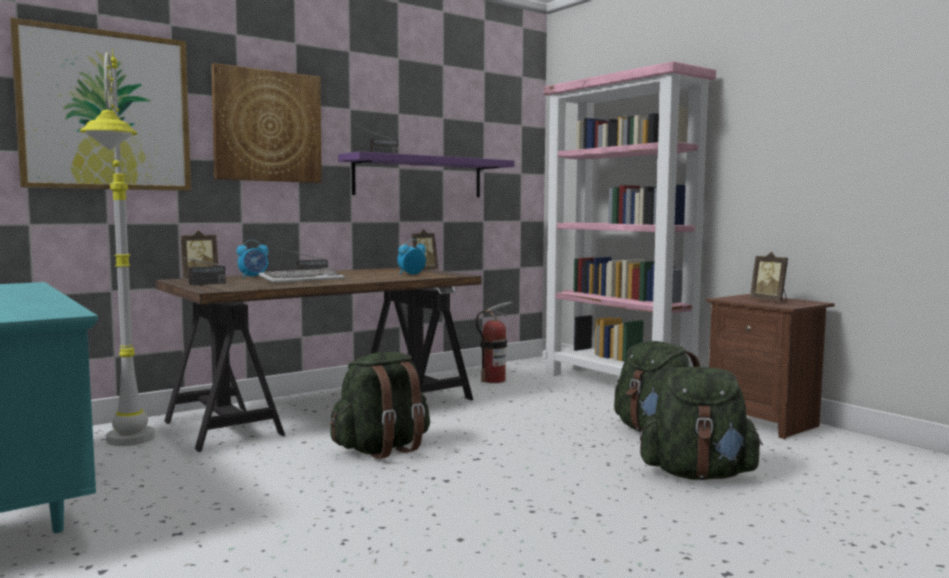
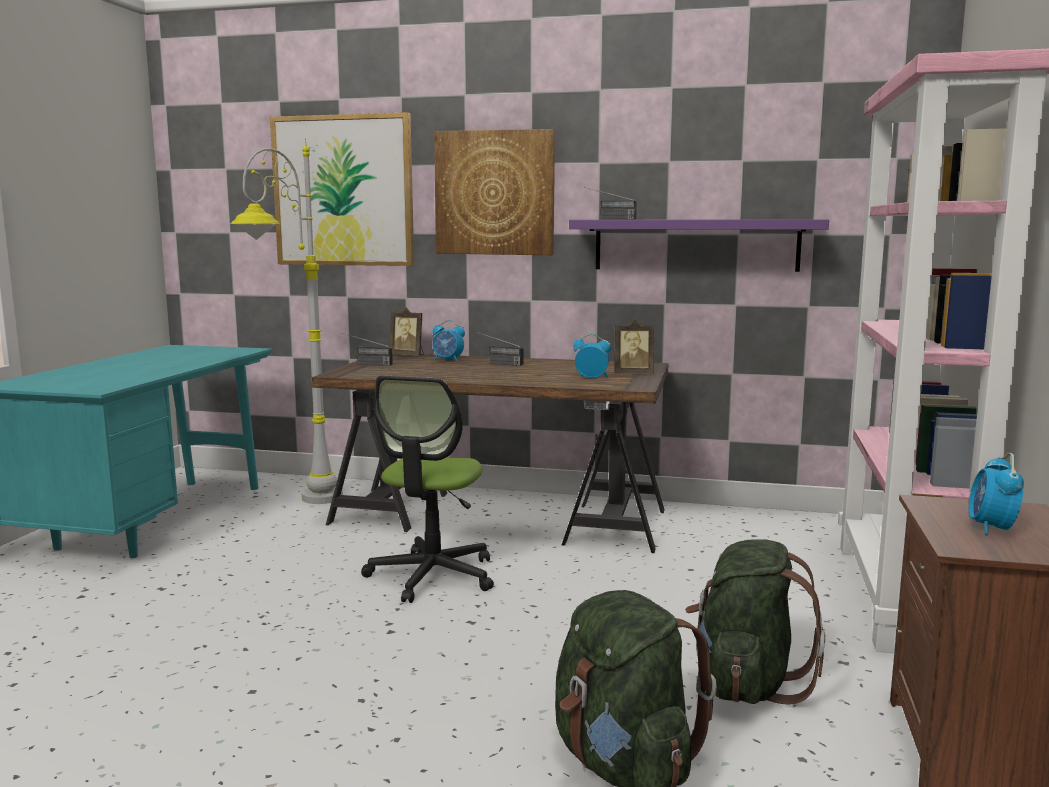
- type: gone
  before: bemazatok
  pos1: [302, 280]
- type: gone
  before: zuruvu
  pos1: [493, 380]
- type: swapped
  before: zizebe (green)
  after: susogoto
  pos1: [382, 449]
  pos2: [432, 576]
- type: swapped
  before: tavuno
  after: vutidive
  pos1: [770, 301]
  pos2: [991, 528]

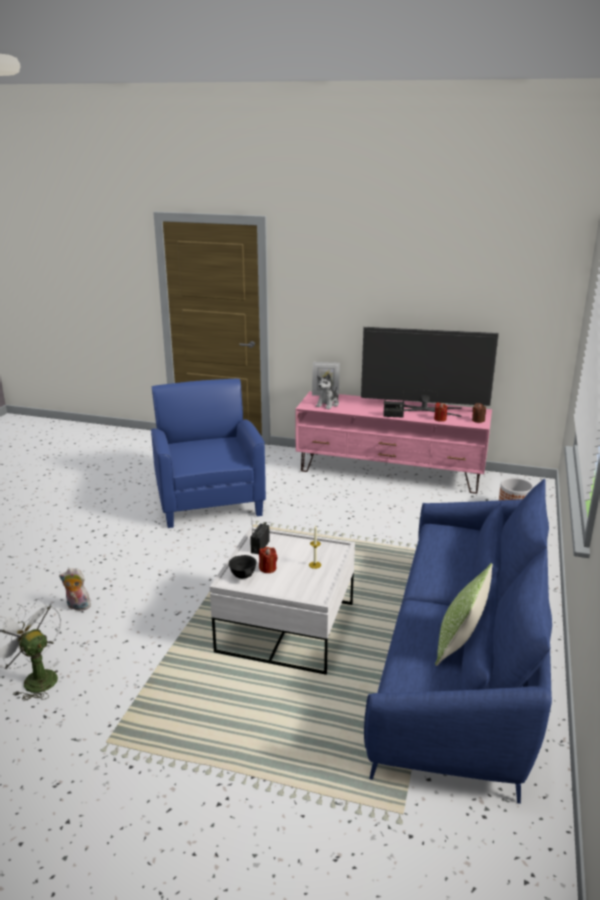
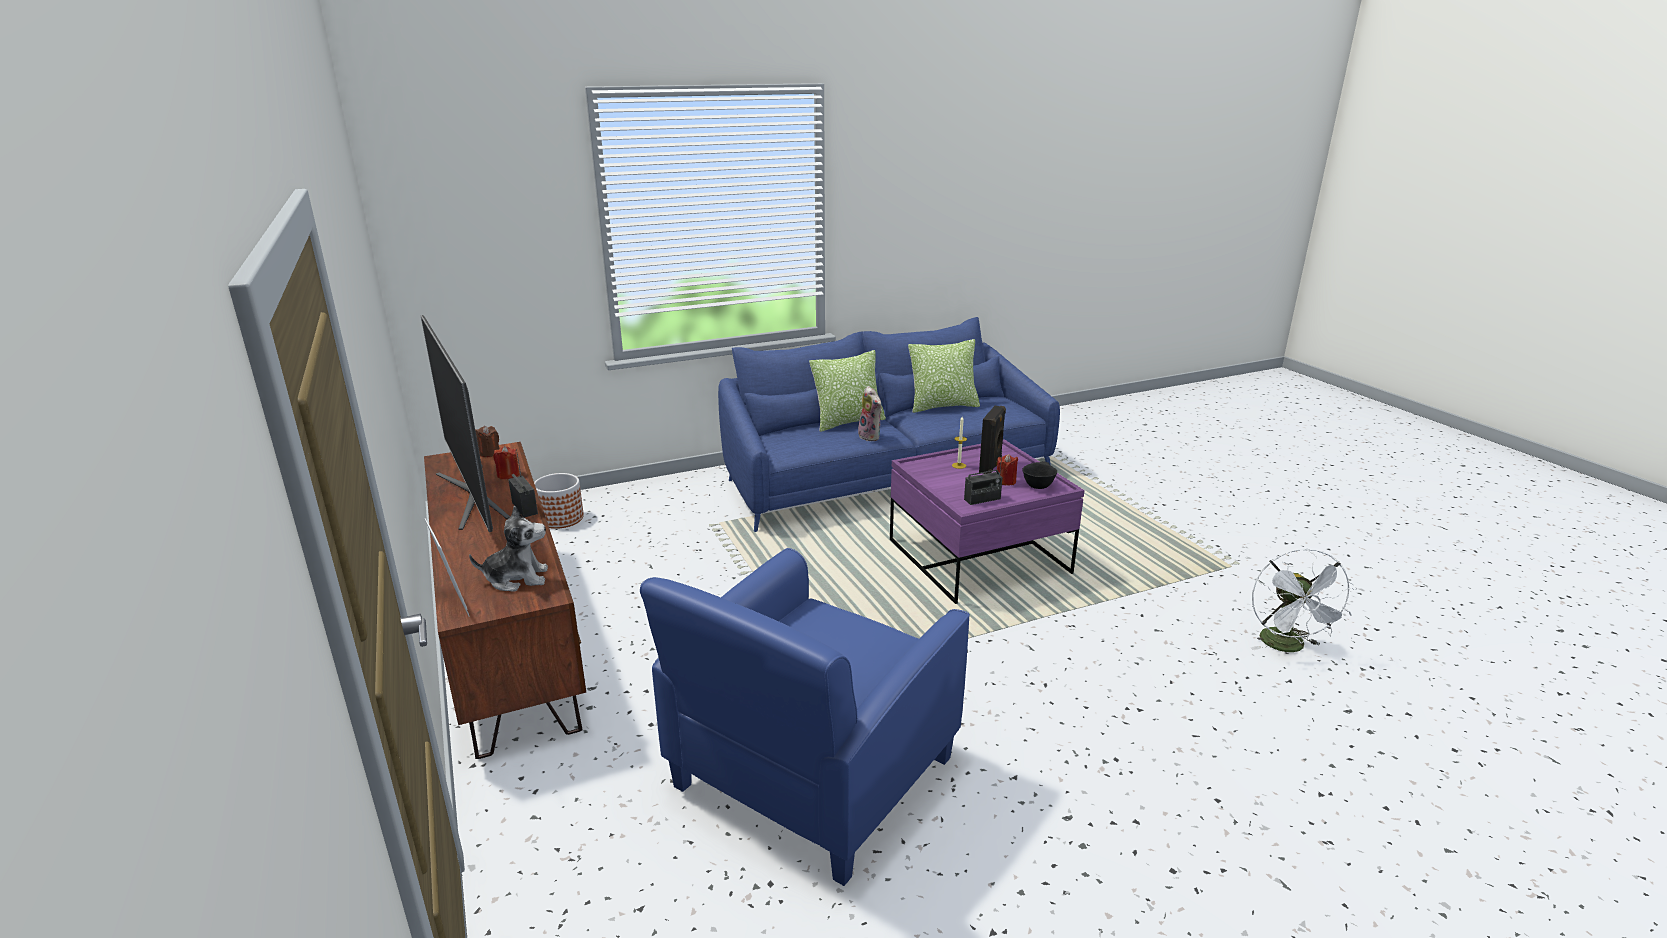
- type: new
  after: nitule
  pos2: [848, 422]
- type: new
  after: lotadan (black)
  pos2: [991, 466]
- type: shifted
  before: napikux
  pos1: [77, 607]
  pos2: [871, 436]
- type: repainted
  before: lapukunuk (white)
  after: lapukunuk (purple)
  pos1: [286, 627]
  pos2: [978, 556]
- type: repainted
  before: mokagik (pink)
  after: mokagik (brown)
  pos1: [390, 472]
  pos2: [509, 635]

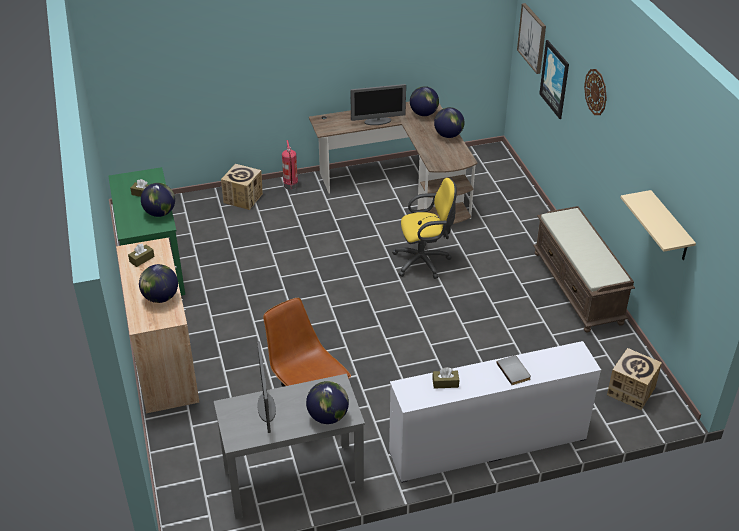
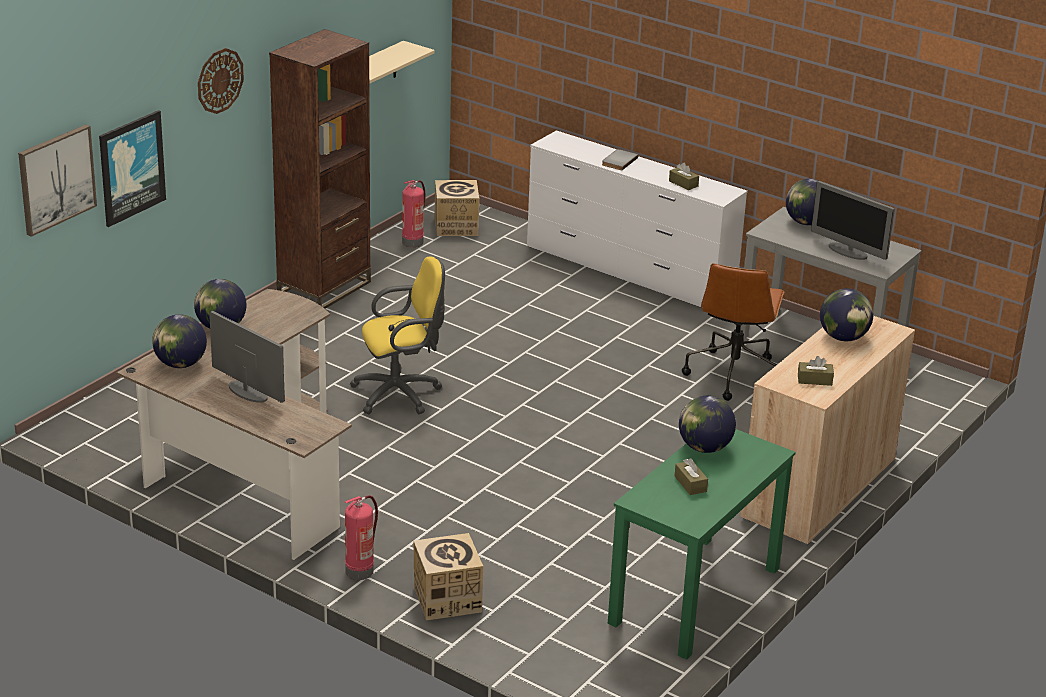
- type: new
  after: zuruvu
  pos2: [413, 241]
- type: swapped
  before: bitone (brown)
  after: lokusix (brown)
  pos1: [578, 288]
  pos2: [324, 288]
- type: rotated
  before: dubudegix
  pos1: [266, 408]
  pos2: [848, 252]
  turn: 90
- type: rotated
  before: susogoto (yellow)
  pos1: [424, 261]
  pos2: [401, 394]
  turn: 120

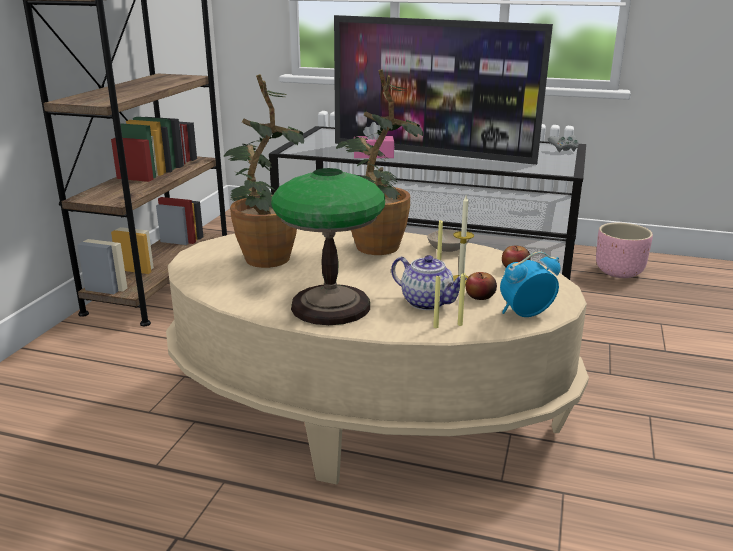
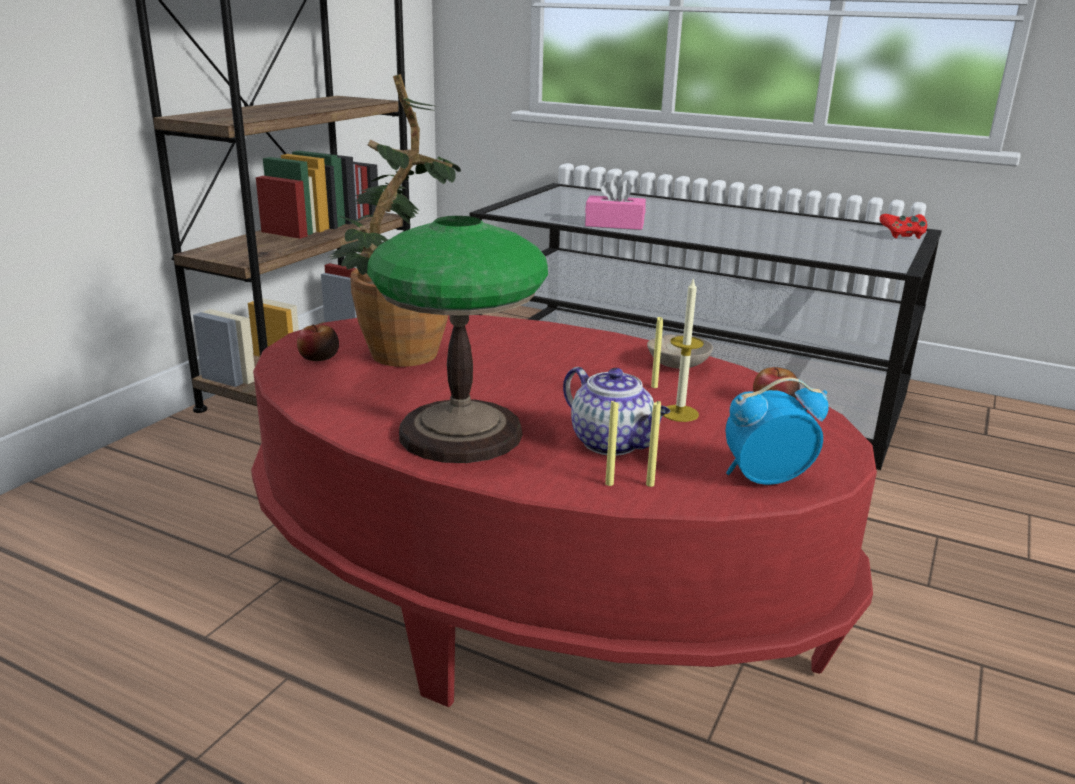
- type: gone
  before: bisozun
  pos1: [433, 153]
- type: gone
  before: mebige
  pos1: [375, 251]
- type: gone
  before: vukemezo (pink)
  pos1: [619, 272]
- type: shifted
  before: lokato
  pos1: [480, 297]
  pos2: [319, 358]
- type: repainted
  before: lapukunuk (beige)
  after: lapukunuk (red)
  pos1: [366, 407]
  pos2: [532, 589]
- type: repainted
  before: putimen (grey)
  after: putimen (red)
  pos1: [563, 150]
  pos2: [902, 236]

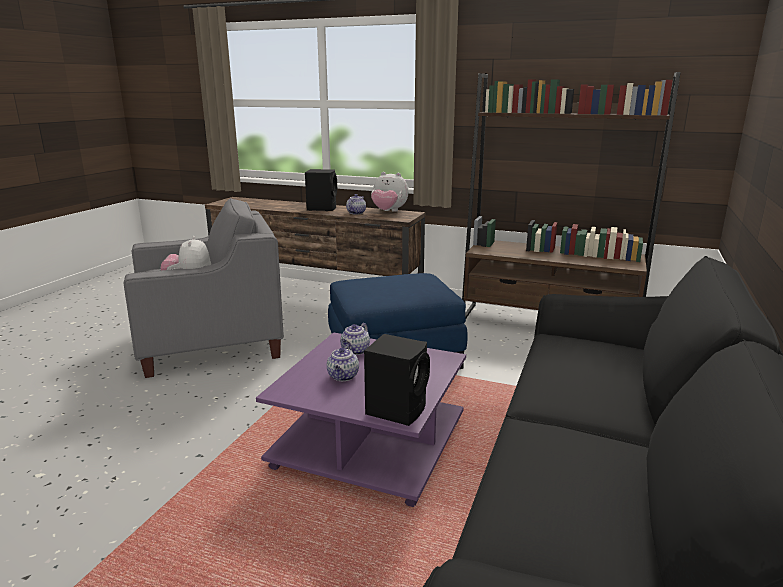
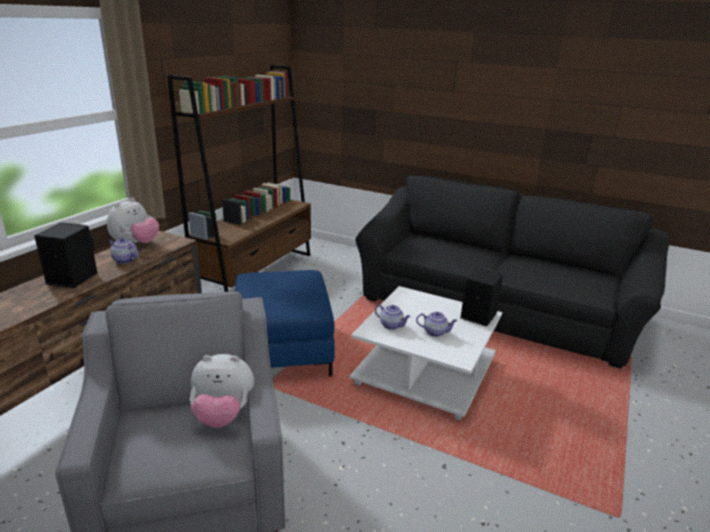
- type: repainted
  before: lapukunuk (purple)
  after: lapukunuk (white)
  pos1: [370, 445]
  pos2: [426, 372]

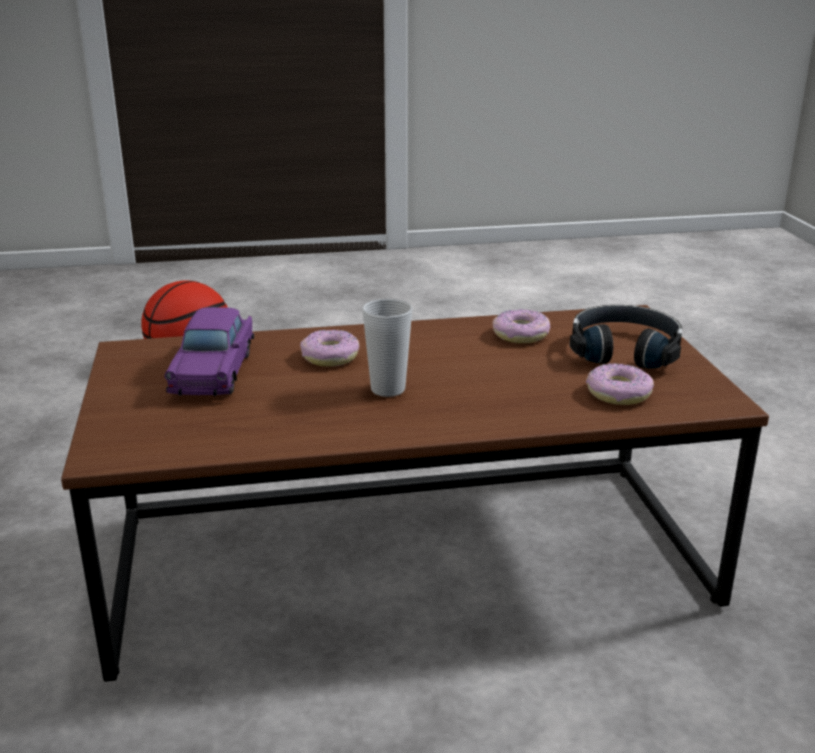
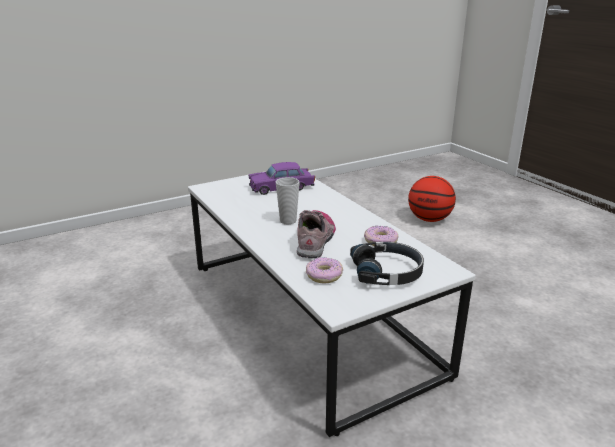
- type: gone
  before: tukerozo
  pos1: [330, 357]
- type: new
  after: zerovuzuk
  pos2: [315, 239]
- type: repainted
  before: lapukunuk (brown)
  after: lapukunuk (white)
  pos1: [407, 561]
  pos2: [307, 317]

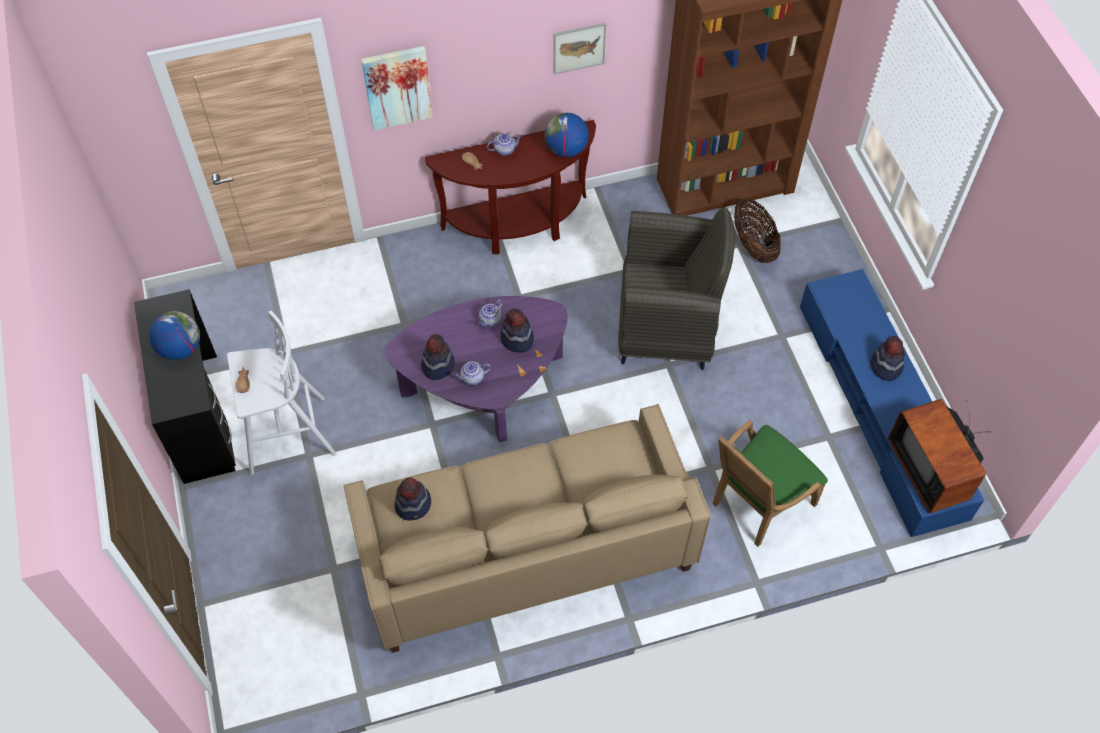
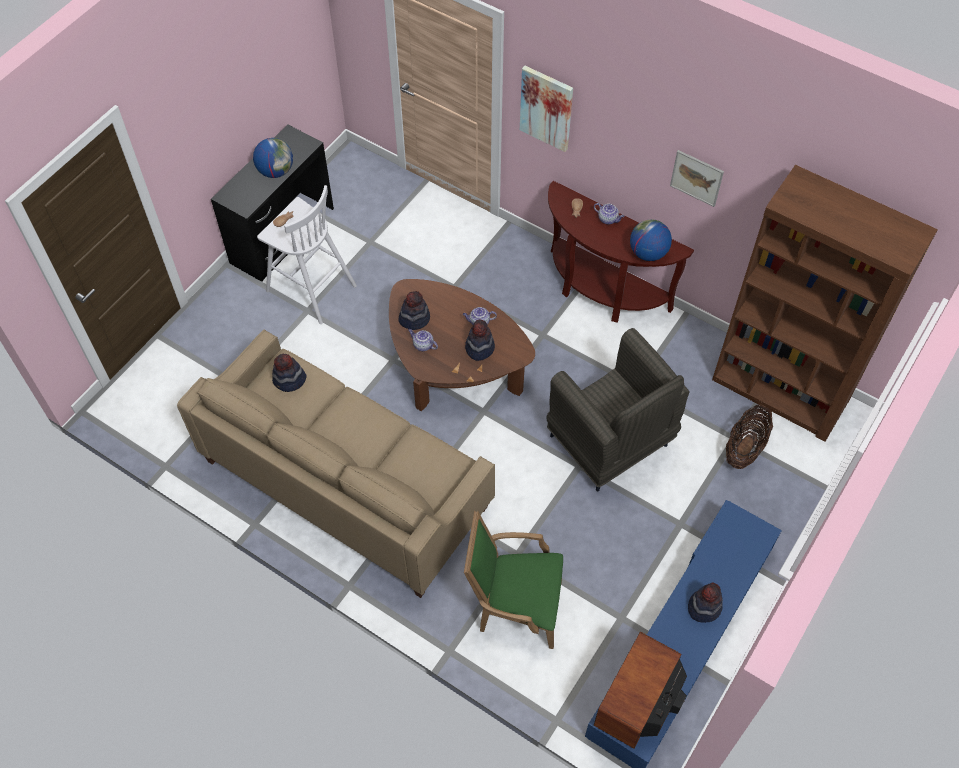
- type: repainted
  before: lapukunuk (purple)
  after: lapukunuk (brown)
  pos1: [484, 382]
  pos2: [454, 365]

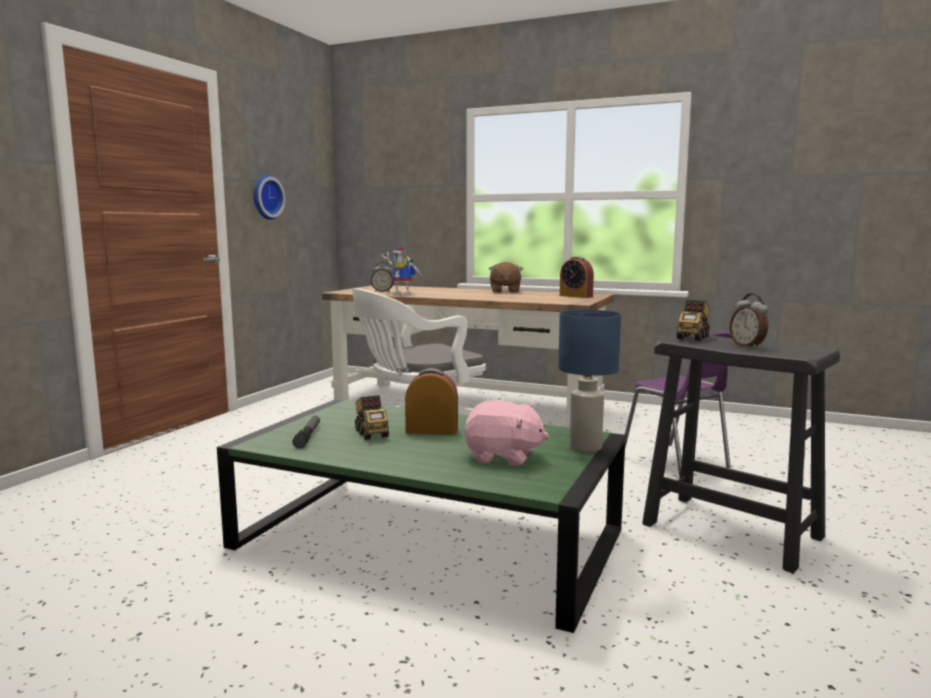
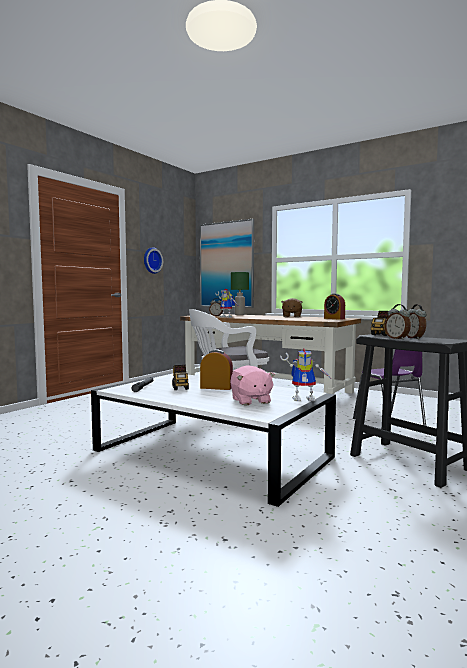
- type: new
  after: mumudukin
  pos2: [226, 265]
- type: new
  after: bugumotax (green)
  pos2: [240, 314]
- type: new
  after: vutidive
  pos2: [397, 339]
- type: swapped
  before: bugumotax (blue)
  after: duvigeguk
  pos1: [586, 447]
  pos2: [305, 399]
- type: repainted
  before: lapukunuk (green)
  after: lapukunuk (white)
  pos1: [426, 539]
  pos2: [209, 454]
- type: rotated
  before: napikux (pink)
  pos1: [503, 457]
  pos2: [250, 401]
  turn: 45

